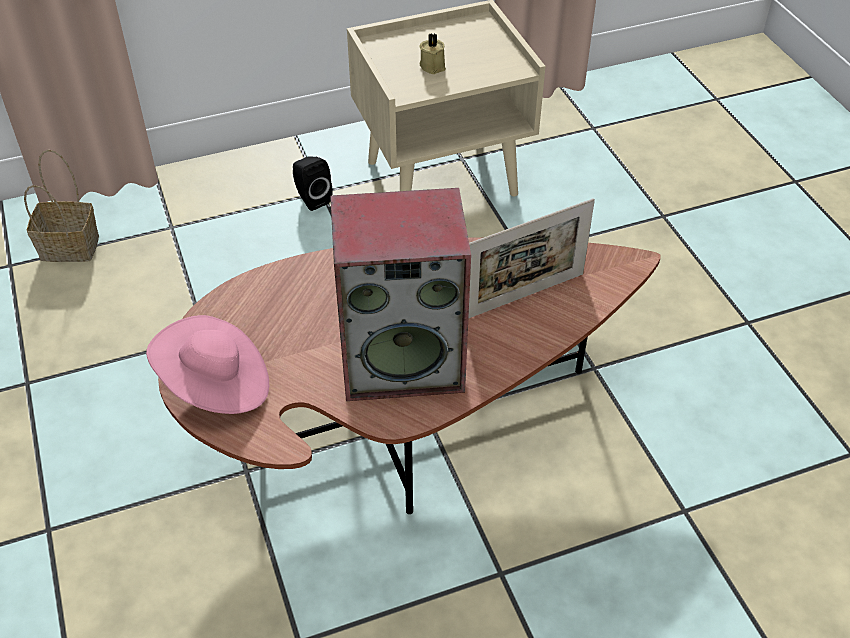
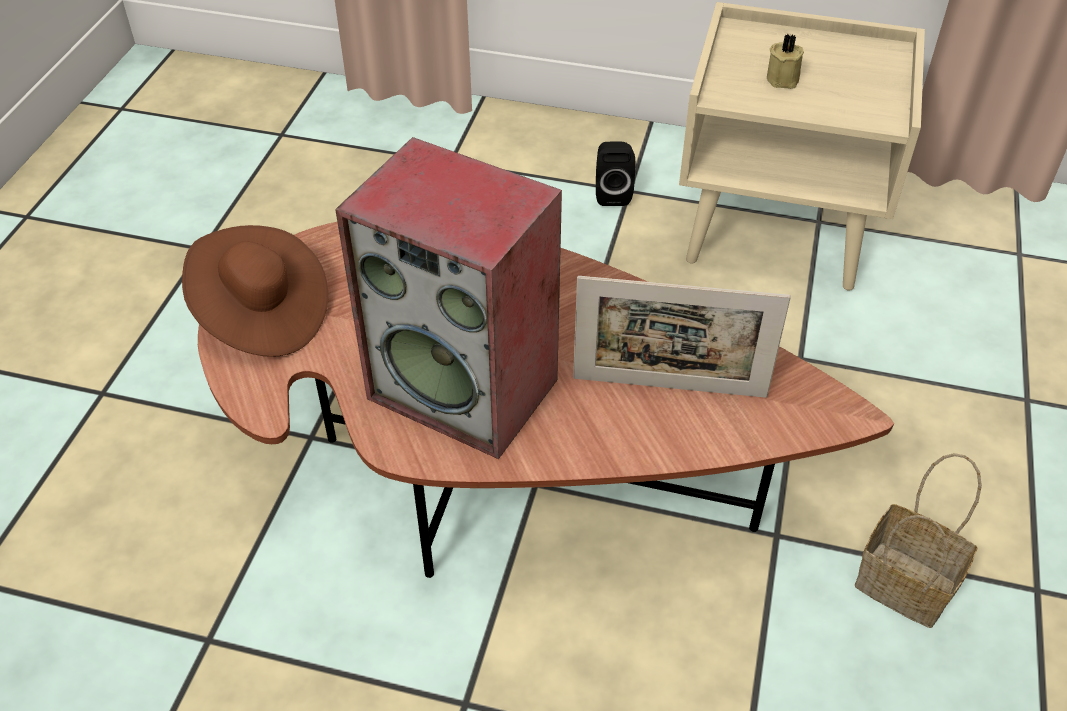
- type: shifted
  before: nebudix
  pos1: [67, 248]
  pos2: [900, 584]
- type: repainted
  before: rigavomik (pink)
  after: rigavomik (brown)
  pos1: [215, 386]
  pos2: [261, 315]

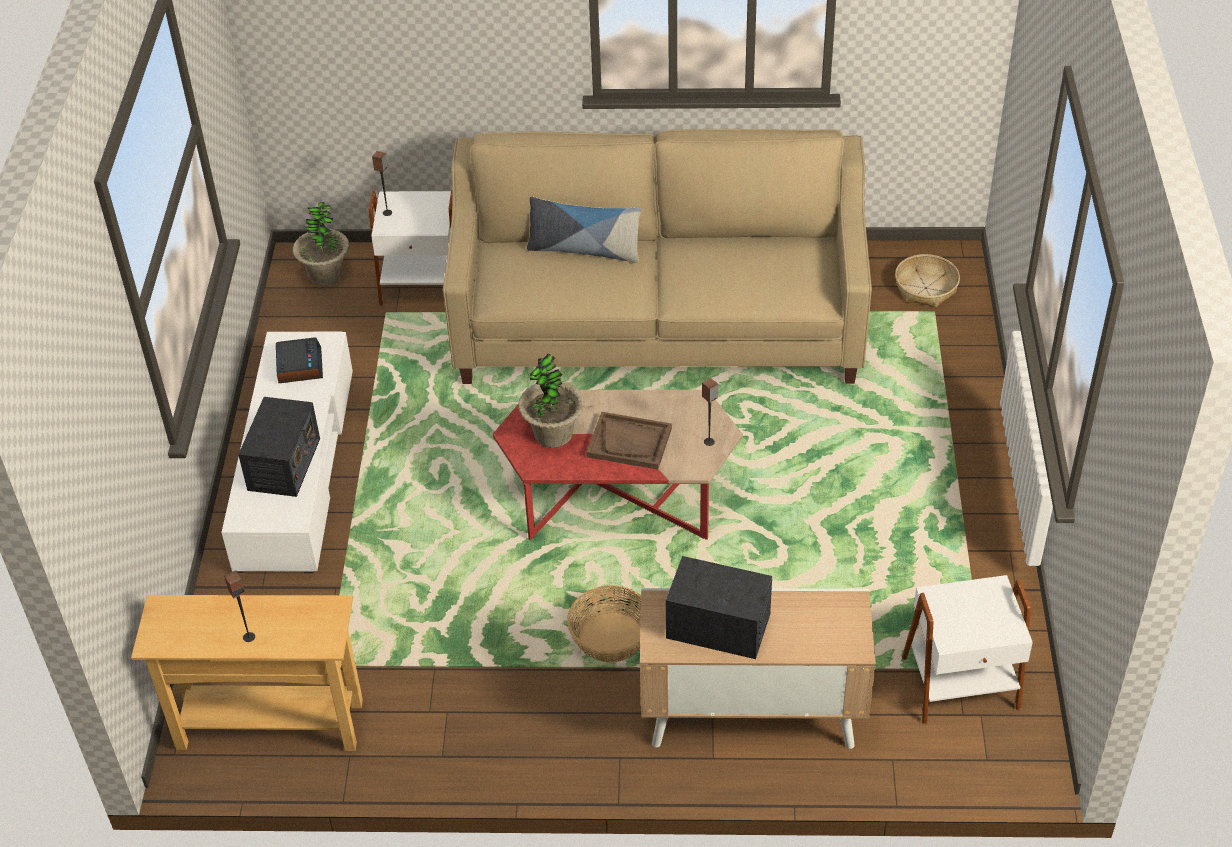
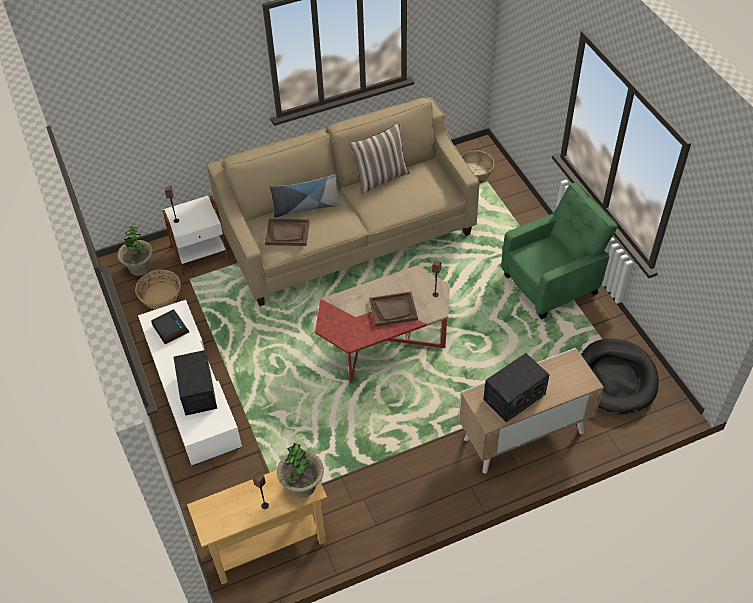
- type: new
  after: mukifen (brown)
  pos2: [287, 233]
- type: new
  after: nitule
  pos2: [381, 178]
- type: new
  after: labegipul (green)
  pos2: [553, 283]
- type: shifted
  before: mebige
  pos1: [553, 433]
  pos2: [302, 485]
- type: shifted
  before: nebudix
  pos1: [610, 637]
  pos2: [160, 296]
- type: swapped
  before: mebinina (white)
  after: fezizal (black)
  pos1: [961, 685]
  pos2: [616, 378]
- type: rotated
  before: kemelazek
  pos1: [719, 626]
  pos2: [514, 397]
  turn: 150

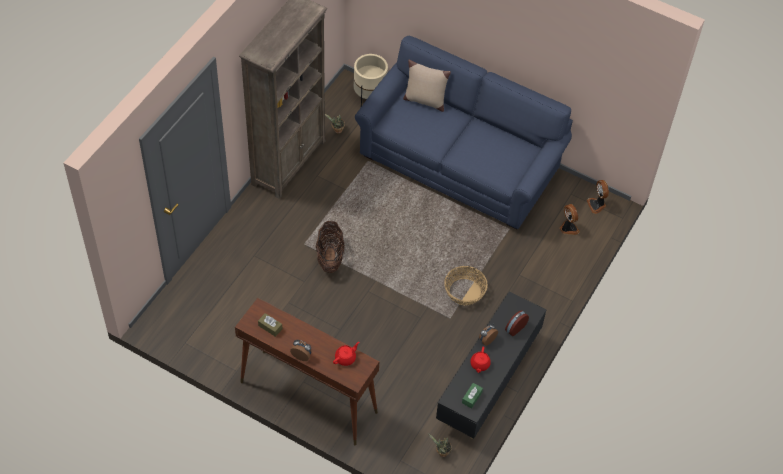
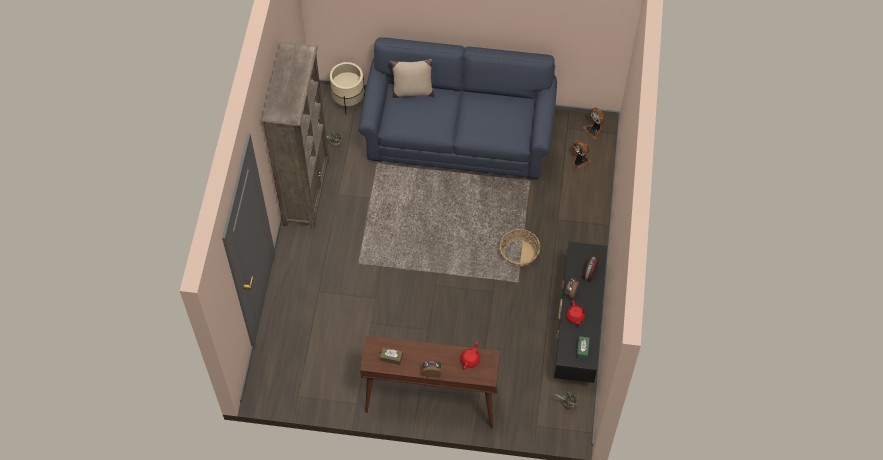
- type: gone
  before: nebudix
  pos1: [330, 257]

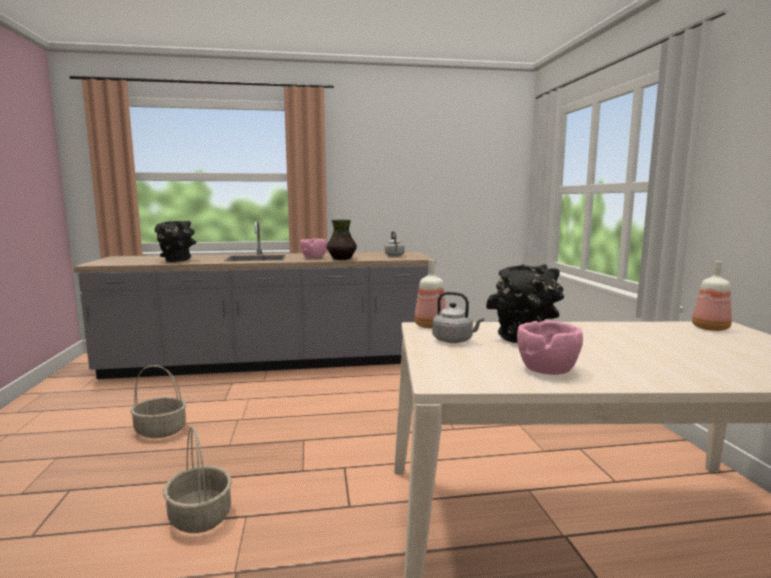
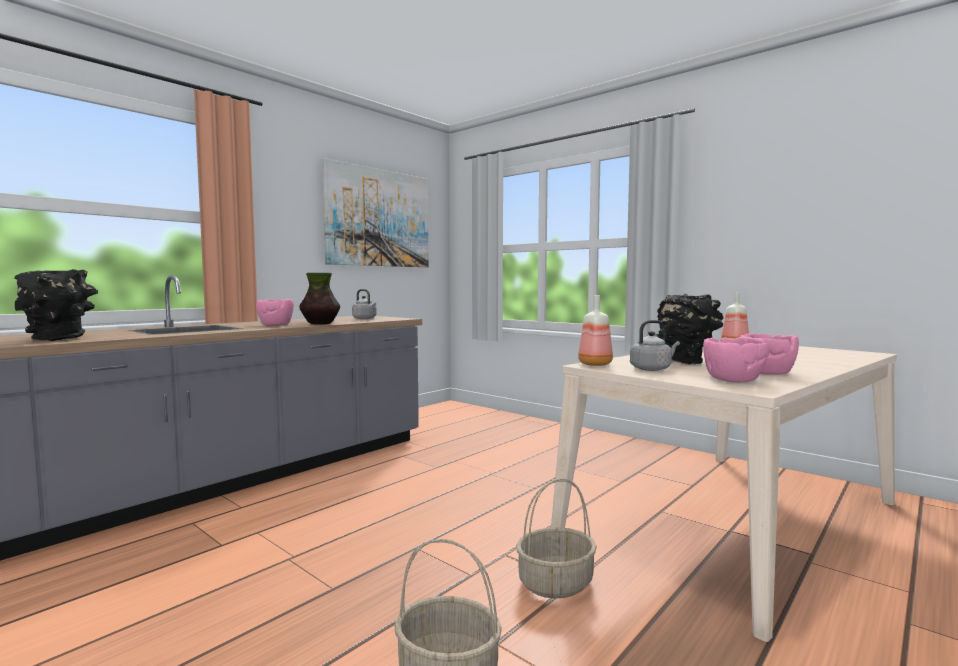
- type: new
  after: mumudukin
  pos2: [378, 218]
- type: new
  after: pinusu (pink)
  pos2: [731, 379]
- type: shifted
  before: nebudix
  pos1: [160, 430]
  pos2: [555, 584]

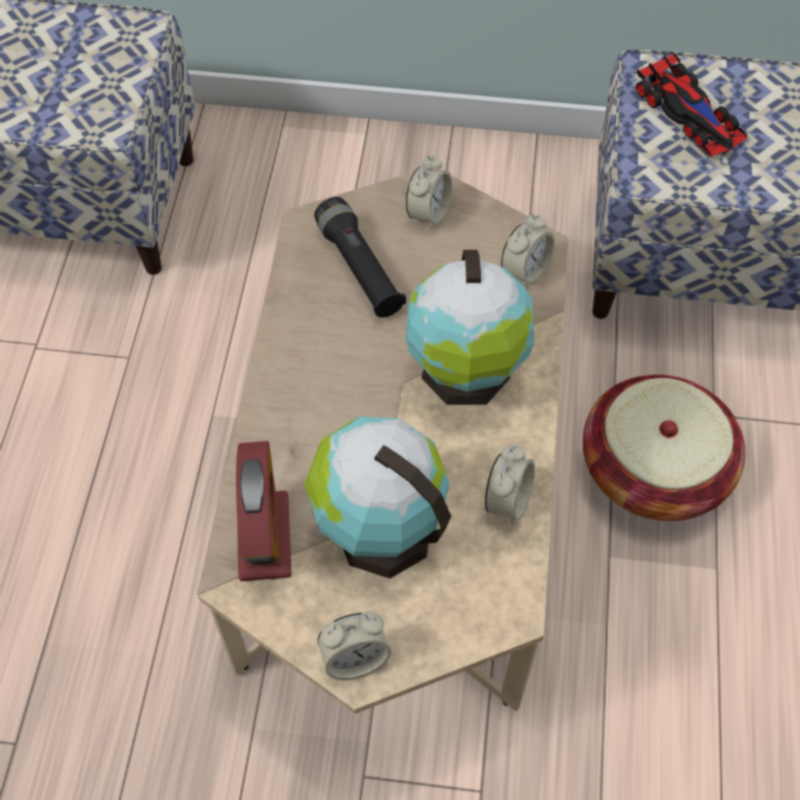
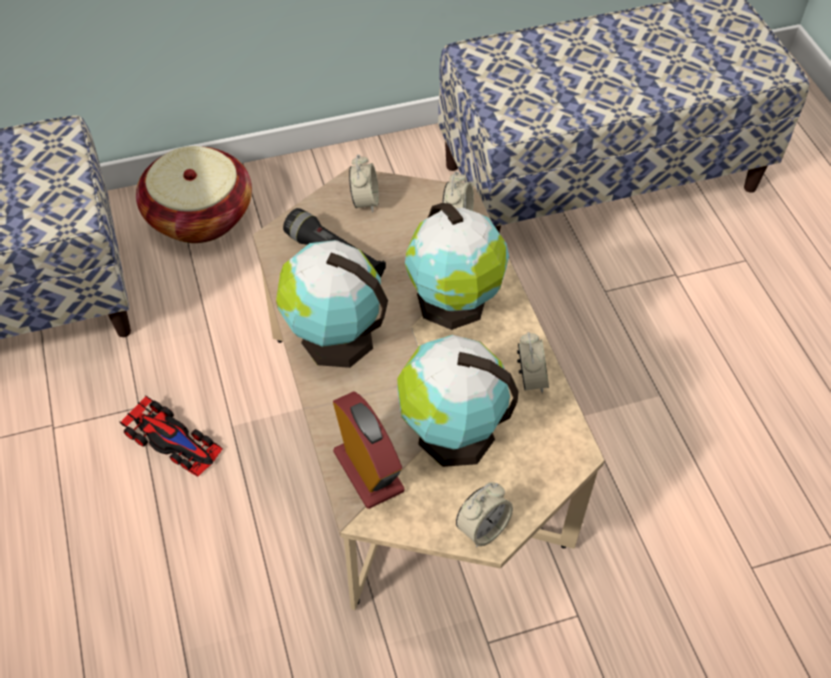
- type: new
  after: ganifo
  pos2: [333, 338]
- type: shifted
  before: nebudix
  pos1: [654, 469]
  pos2: [199, 216]
- type: shifted
  before: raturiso
  pos1: [689, 113]
  pos2: [173, 441]

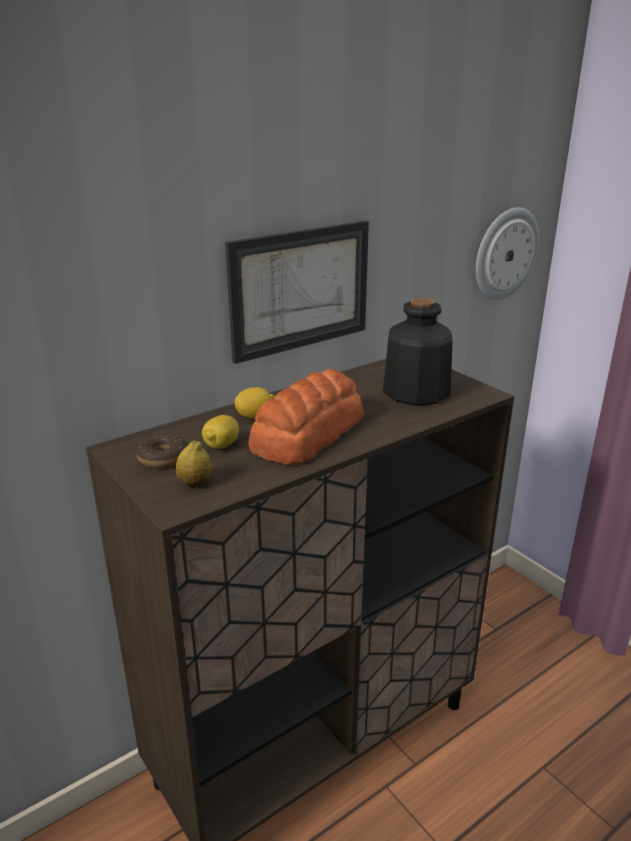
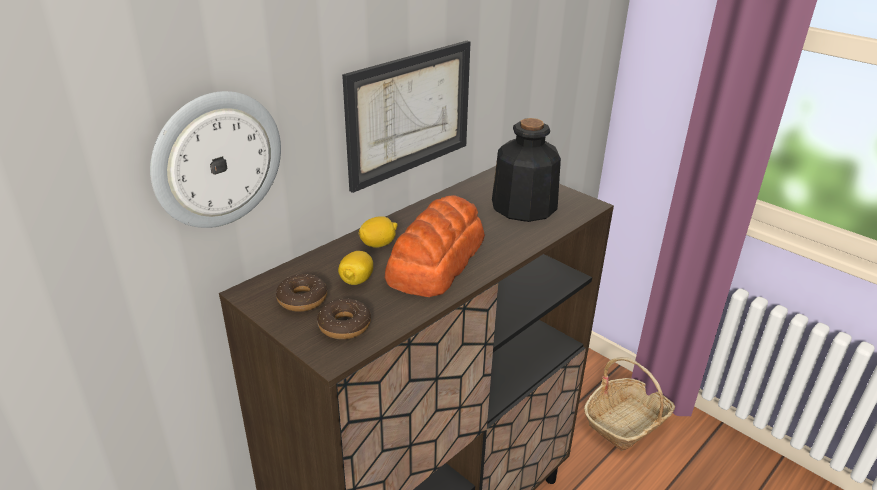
- type: new
  after: nebudix
  pos2: [626, 422]
- type: shifted
  before: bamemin
  pos1: [505, 254]
  pos2: [217, 160]
- type: swapped
  before: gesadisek
  after: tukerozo
  pos1: [195, 483]
  pos2: [344, 325]

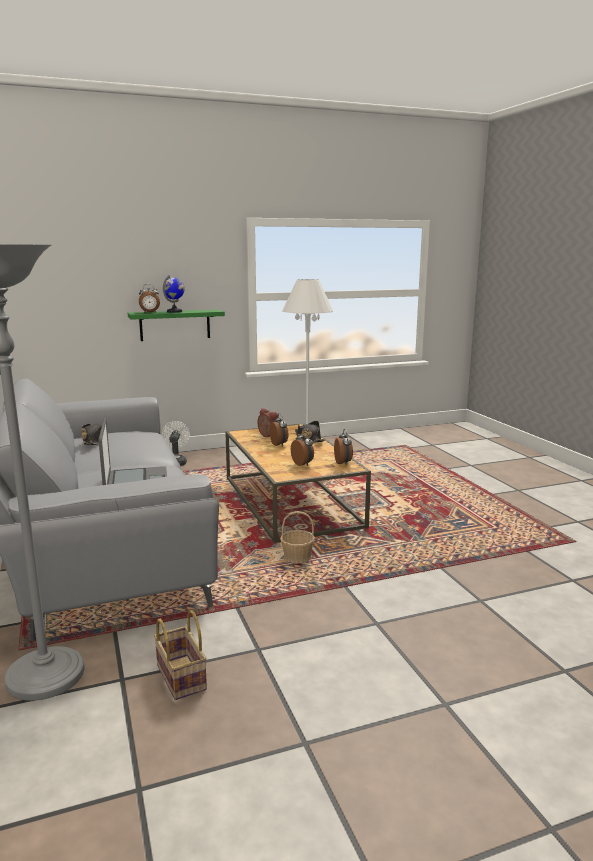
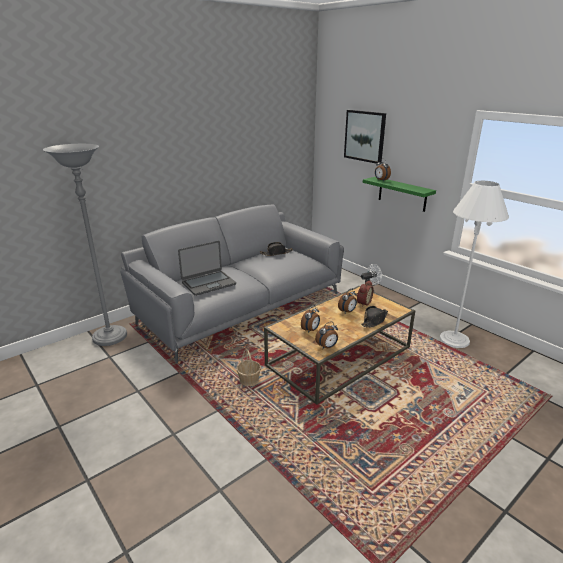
- type: gone
  before: nebudix
  pos1: [179, 677]
- type: gone
  before: ganifo
  pos1: [174, 312]
- type: new
  after: mumudukin
  pos2: [365, 136]

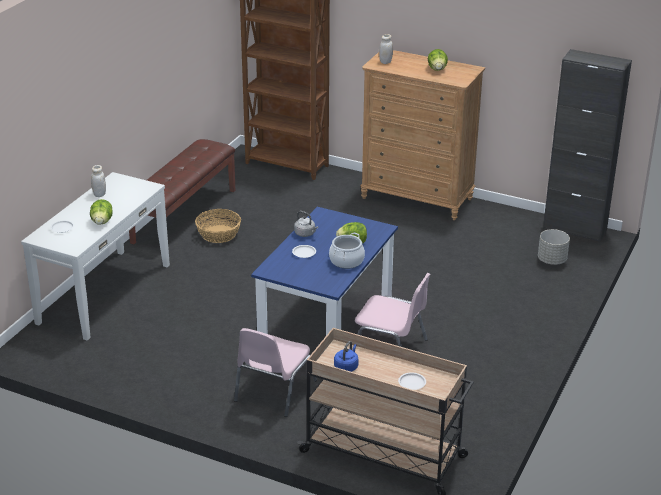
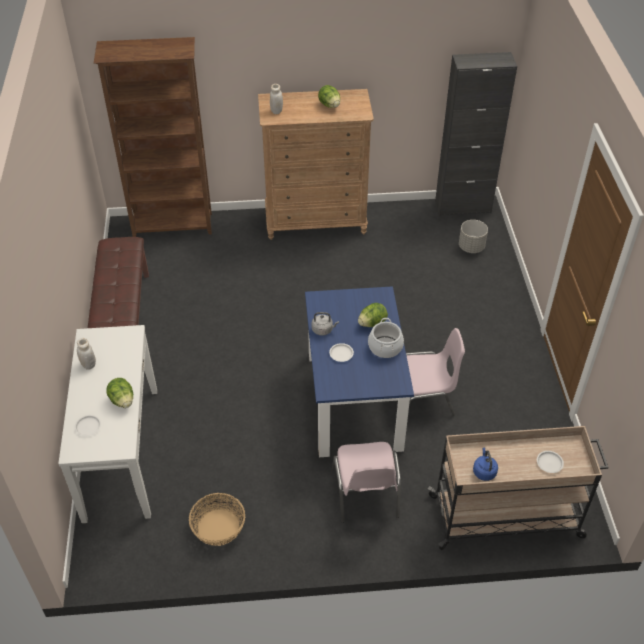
- type: shifted
  before: nebudix
  pos1: [218, 234]
  pos2: [218, 527]

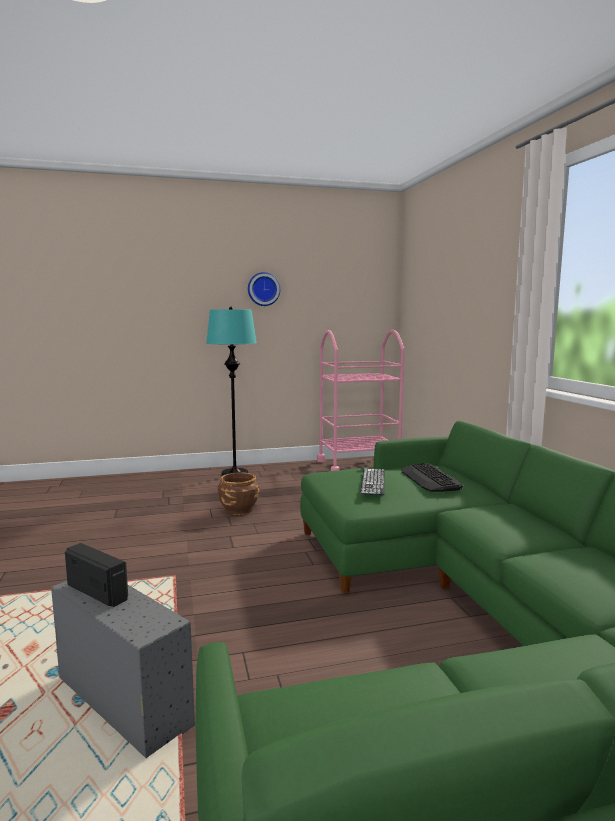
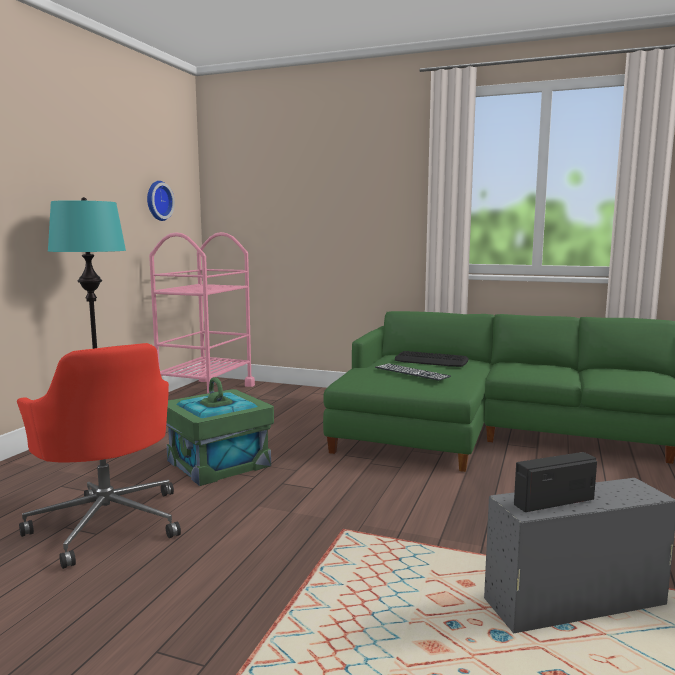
- type: new
  after: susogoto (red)
  pos2: [108, 522]
- type: shifted
  before: bamemin
  pos1: [263, 289]
  pos2: [157, 201]
- type: swapped
  before: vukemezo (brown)
  after: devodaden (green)
  pos1: [239, 510]
  pos2: [219, 463]

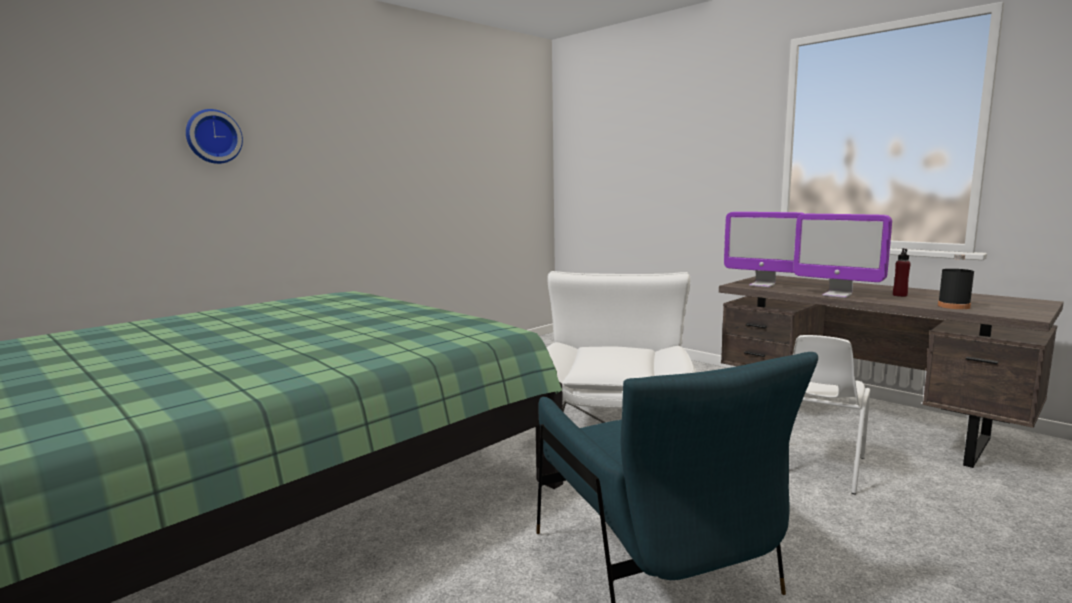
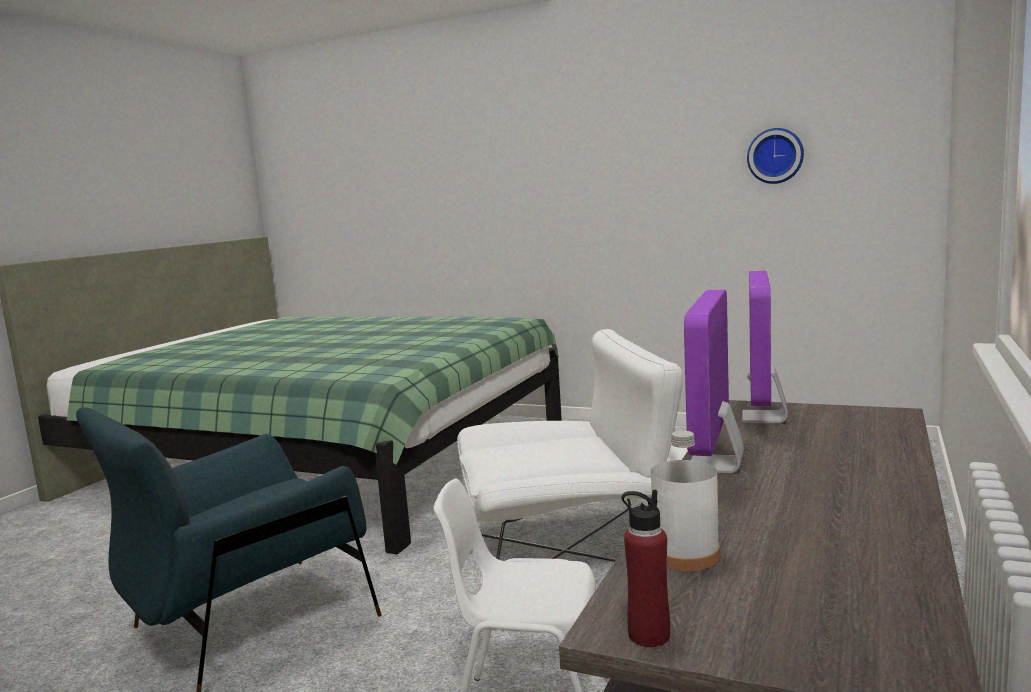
- type: shifted
  before: bamemin
  pos1: [213, 136]
  pos2: [775, 156]
- type: shifted
  before: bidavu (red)
  pos1: [899, 295]
  pos2: [648, 635]
- type: repainted
  before: bidavu (black)
  after: bidavu (white)
  pos1: [953, 306]
  pos2: [686, 555]

